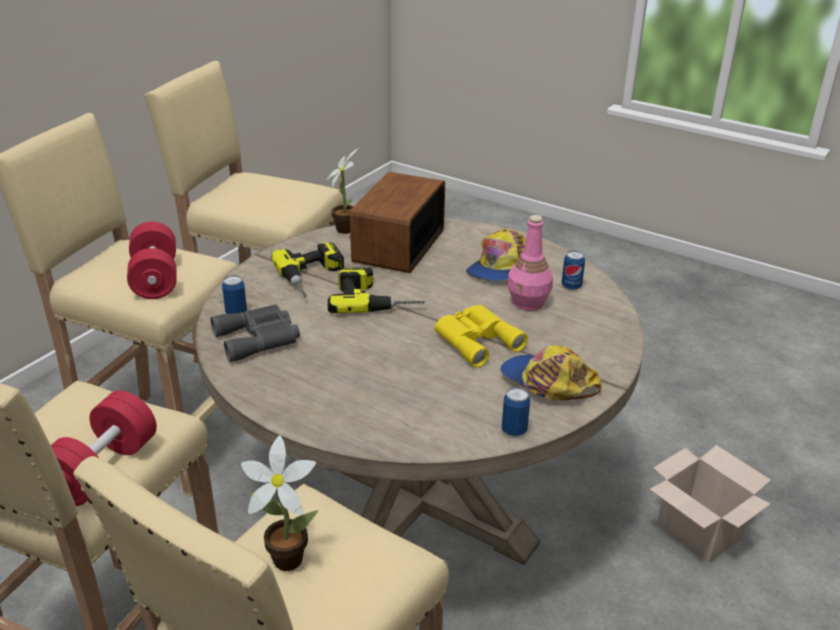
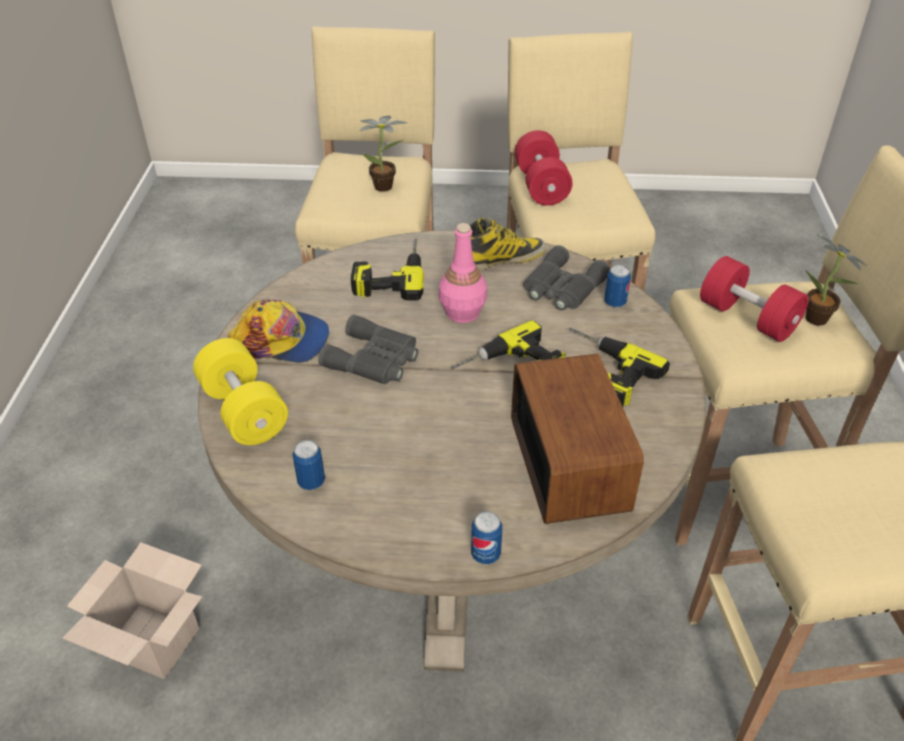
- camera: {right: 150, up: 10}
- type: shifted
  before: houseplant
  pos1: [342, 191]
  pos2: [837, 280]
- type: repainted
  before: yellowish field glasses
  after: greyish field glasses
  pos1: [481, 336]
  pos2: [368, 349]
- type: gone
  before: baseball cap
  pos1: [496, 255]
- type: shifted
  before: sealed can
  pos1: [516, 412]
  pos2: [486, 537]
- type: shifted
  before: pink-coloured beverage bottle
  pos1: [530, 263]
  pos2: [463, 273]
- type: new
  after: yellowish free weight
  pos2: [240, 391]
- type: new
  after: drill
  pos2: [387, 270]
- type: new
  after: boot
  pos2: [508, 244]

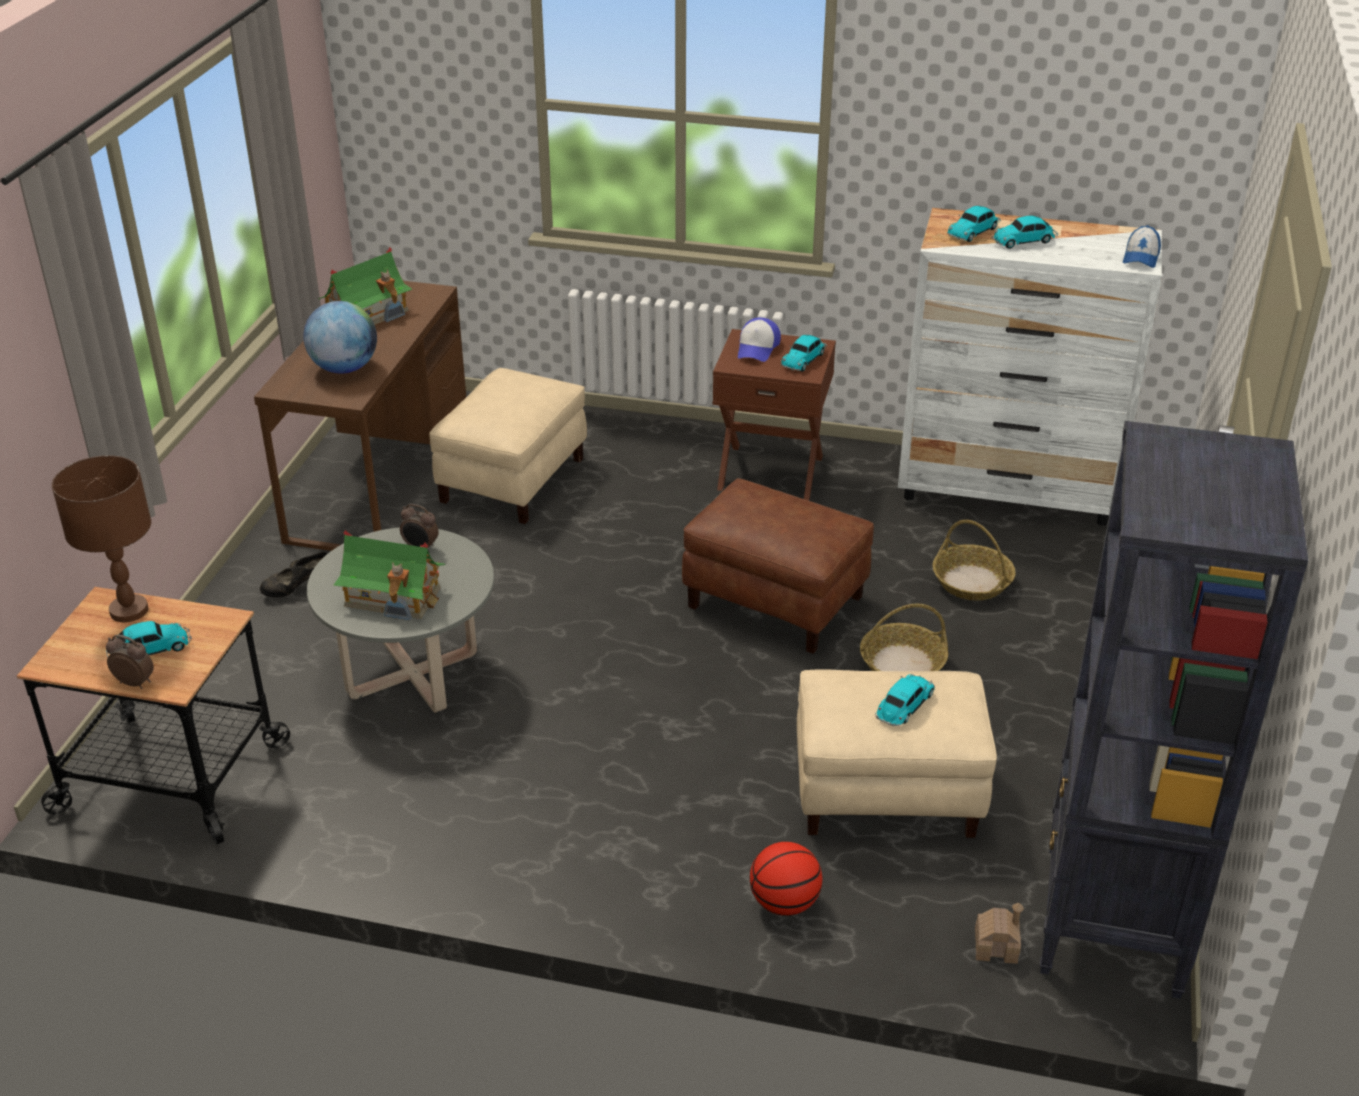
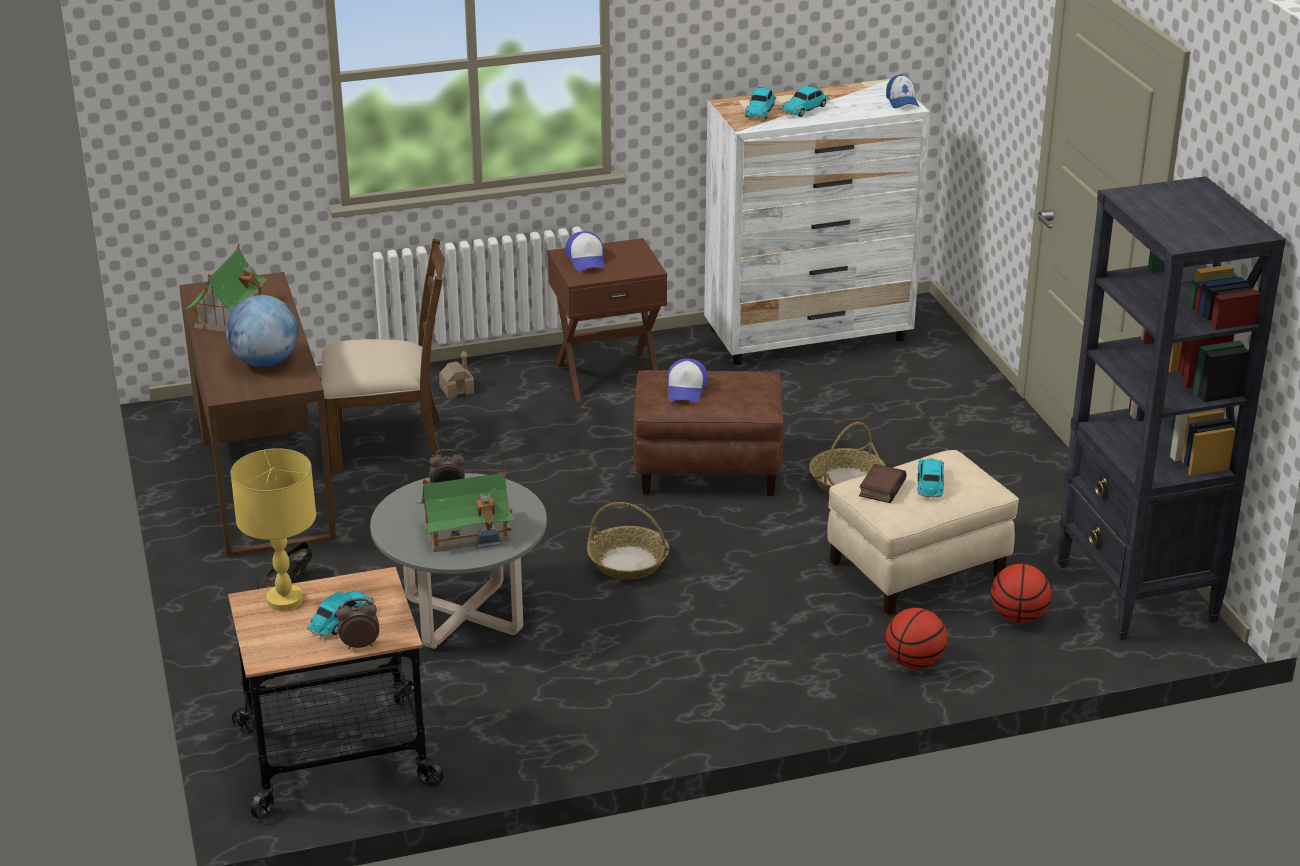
- camera: {right: -30, up: -5}
- type: repainted
  before: brown-coloured lamp for a table
  after: yellowish lamp for a table
  pos1: [101, 538]
  pos2: [273, 529]
- type: swapped
  before: beige-coloured pouffe
  after: brown-coloured chair
  pos1: [508, 446]
  pos2: [382, 356]
- type: gone
  before: miniature car
  pos1: [804, 353]
- type: shifted
  before: basket
  pos1: [974, 560]
  pos2: [628, 541]
- type: shifted
  before: miniature house
  pos1: [999, 933]
  pos2: [456, 375]
- type: new
  after: baseball cap
  pos2: [687, 380]
- type: new
  after: bound book
  pos2: [882, 483]
- type: new
  after: basketball
  pos2: [1021, 593]

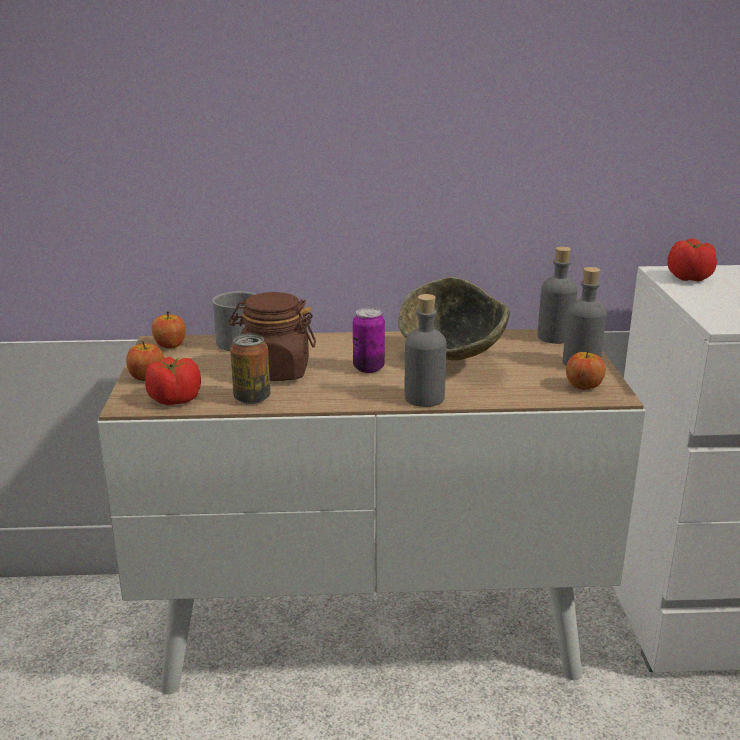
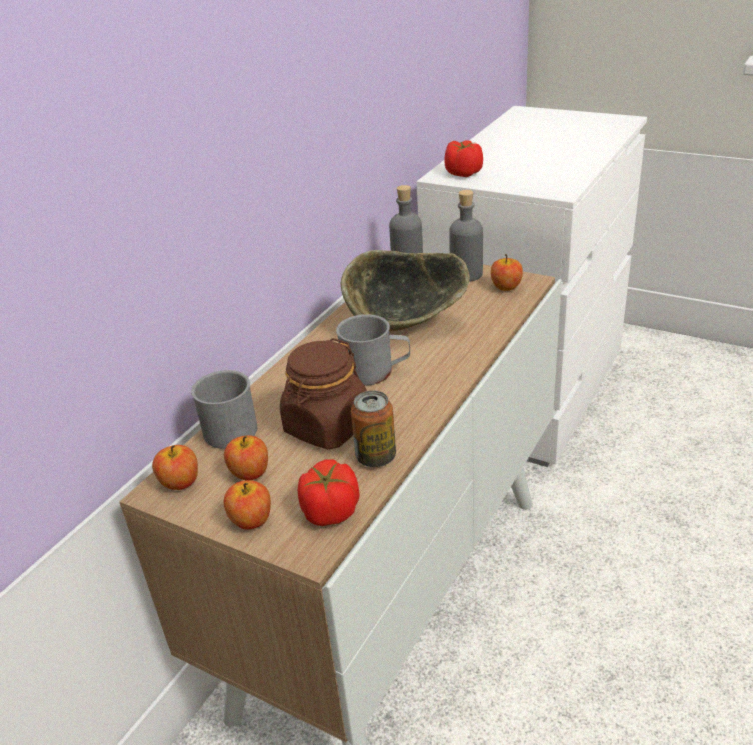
- camera: {right: -55, up: 10}
- type: swapped
  before: sealed can
  after: greyish tea mug
  pos1: [369, 340]
  pos2: [373, 350]
- type: gone
  before: greyish beverage bottle
  pos1: [425, 350]
- type: new
  after: whole apple
  pos2: [246, 457]

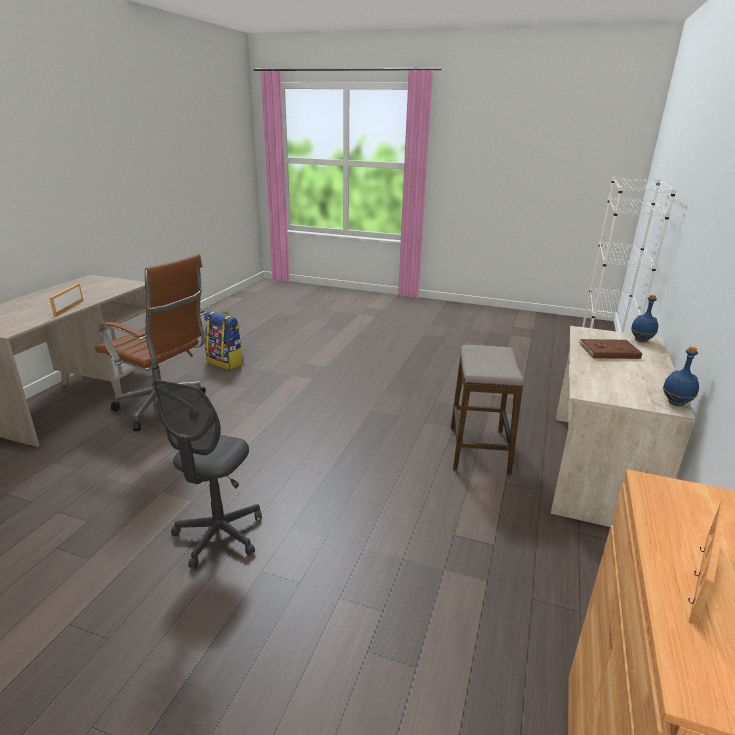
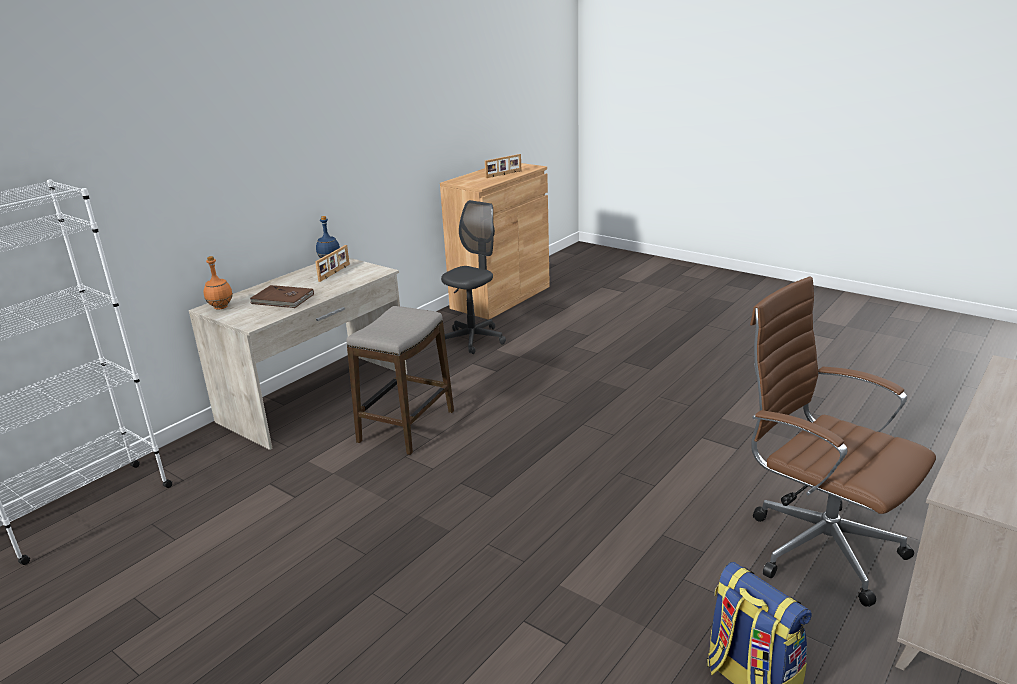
- camera: {right: -160, up: 0}
- type: shifted
  before: photo frame
  pos1: [66, 300]
  pos2: [332, 263]
- type: shifted
  before: greyish desk chair
  pos1: [207, 474]
  pos2: [473, 277]
- type: repainted
  before: bluish beverage bottle
  after: orangey beverage bottle
  pos1: [644, 318]
  pos2: [218, 283]

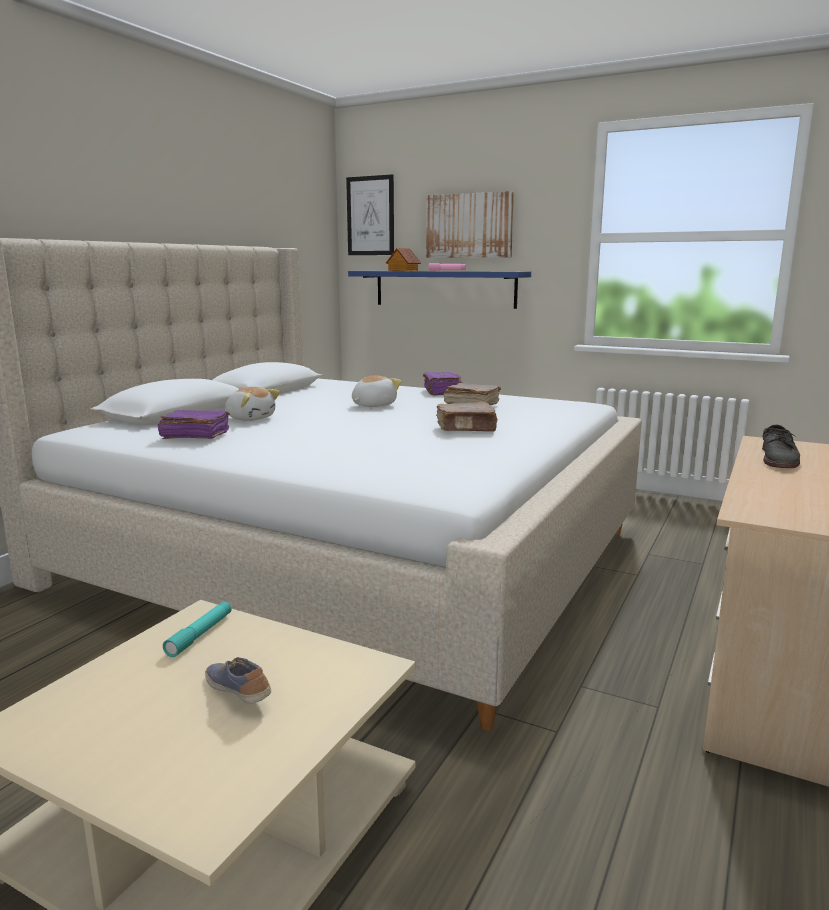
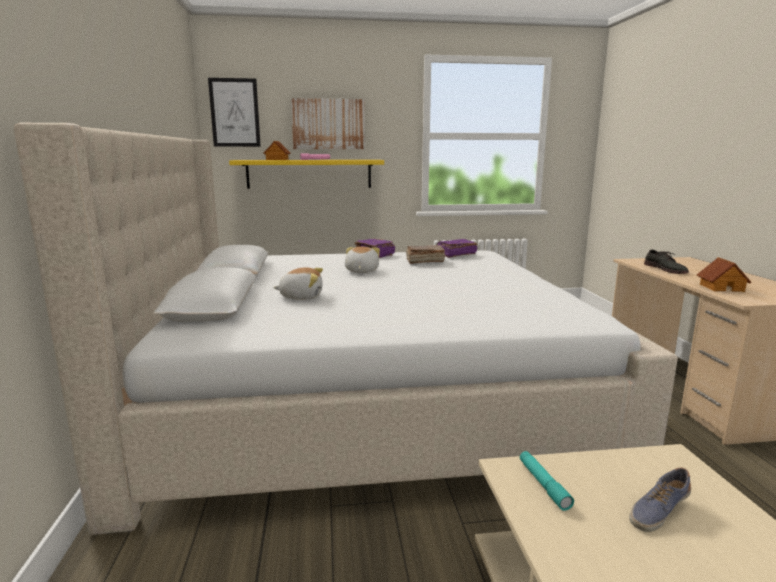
- camera: {right: -35, up: 0}
- type: shifted
  before: purple bound book
  pos1: [194, 424]
  pos2: [457, 248]
- type: rotated
  before: item of footwear
  pos1: [238, 680]
  pos2: [660, 500]
  turn: -45
- type: repainted
  before: bluish wall shelf
  after: yellowish wall shelf
  pos1: [439, 290]
  pos2: [306, 174]
- type: gone
  before: brown-coloured bound book
  pos1: [467, 417]
- type: new
  after: miniature house
  pos2: [724, 274]

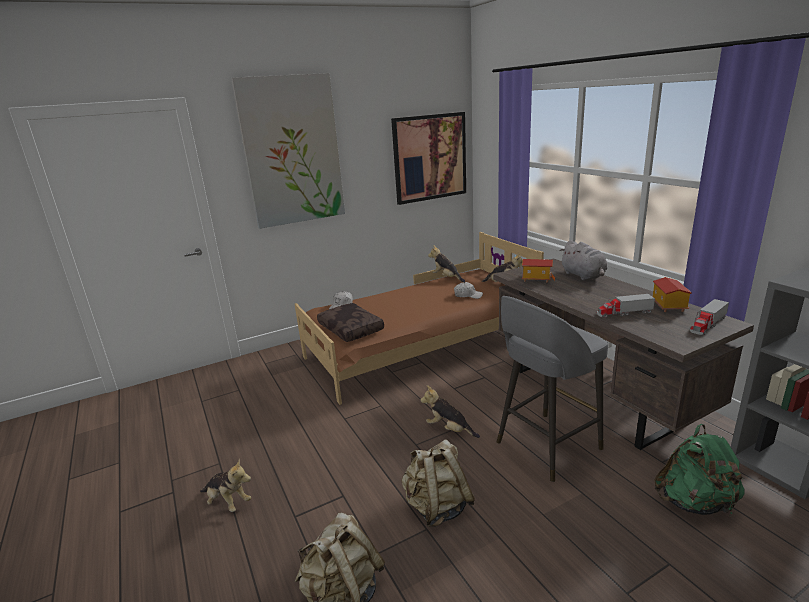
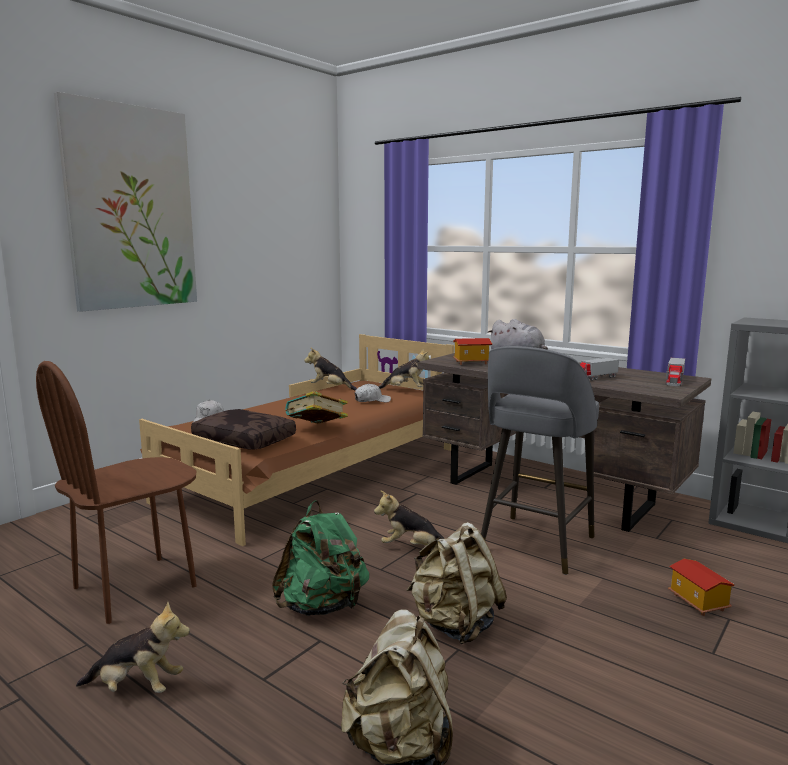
- camera: {right: -25, up: -10}
- type: gone
  before: picture
  pos1: [428, 158]
- type: shifted
  before: miniature house
  pos1: [672, 294]
  pos2: [701, 587]
- type: shifted
  before: greenish backpack
  pos1: [699, 470]
  pos2: [320, 558]
- type: new
  after: brown-coloured chair
  pos2: [116, 492]
- type: new
  after: bound book
  pos2: [316, 407]

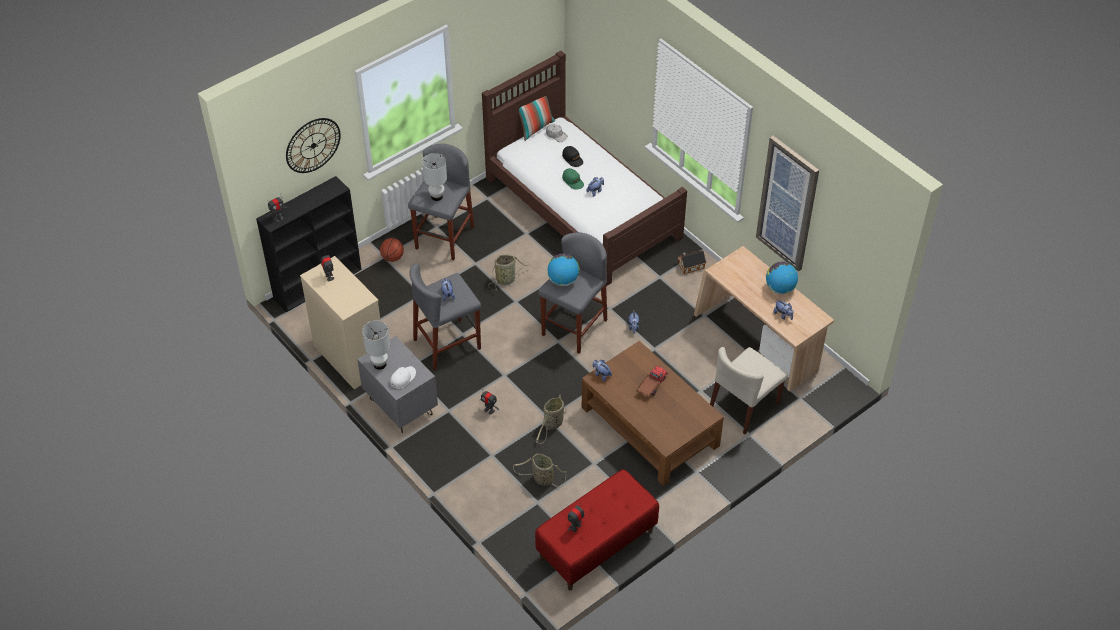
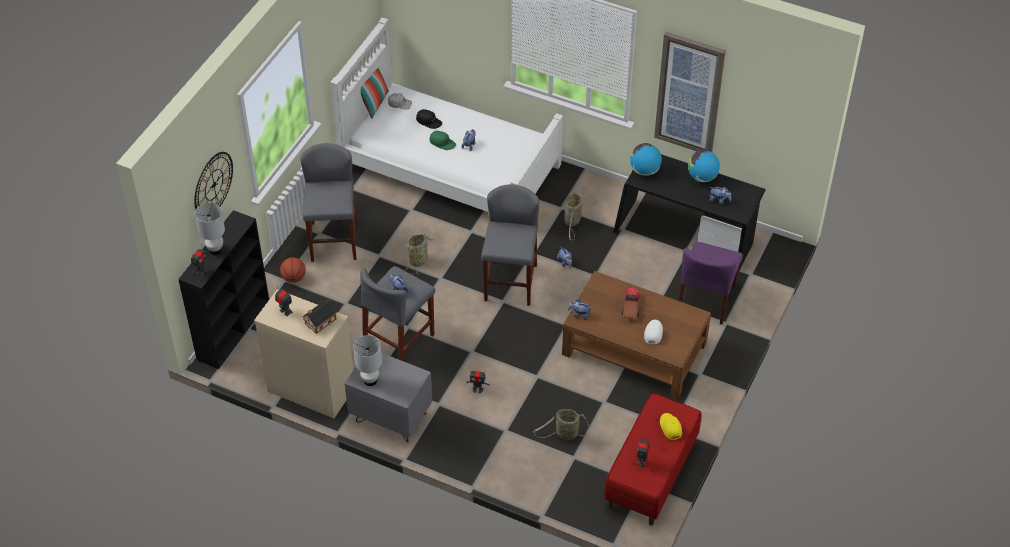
- camera: {right: -25, up: 0}
- type: shifted
  before: white baseball cap
  pos1: [403, 377]
  pos2: [653, 332]
- type: shifted
  before: white lamp for a table
  pos1: [434, 177]
  pos2: [210, 229]
- type: repainted
  before: brown-coloured bedroom bed
  after: white bedroom bed
  pos1: [584, 168]
  pos2: [446, 115]
- type: shifted
  before: basket
  pos1: [551, 419]
  pos2: [573, 215]
- type: shifted
  before: world globe
  pos1: [563, 269]
  pos2: [646, 159]
- type: shifted
  before: miniature house
  pos1: [692, 262]
  pos2: [319, 317]
- type: repainted
  before: beige-coloured desk table
  after: blackish desk table
  pos1: [764, 319]
  pos2: [689, 213]
- type: repainted
  before: beige-coloured chair
  after: purple chair
  pos1: [749, 390]
  pos2: [711, 282]
- type: new
  after: yellowish baseball cap
  pos2: [671, 426]

